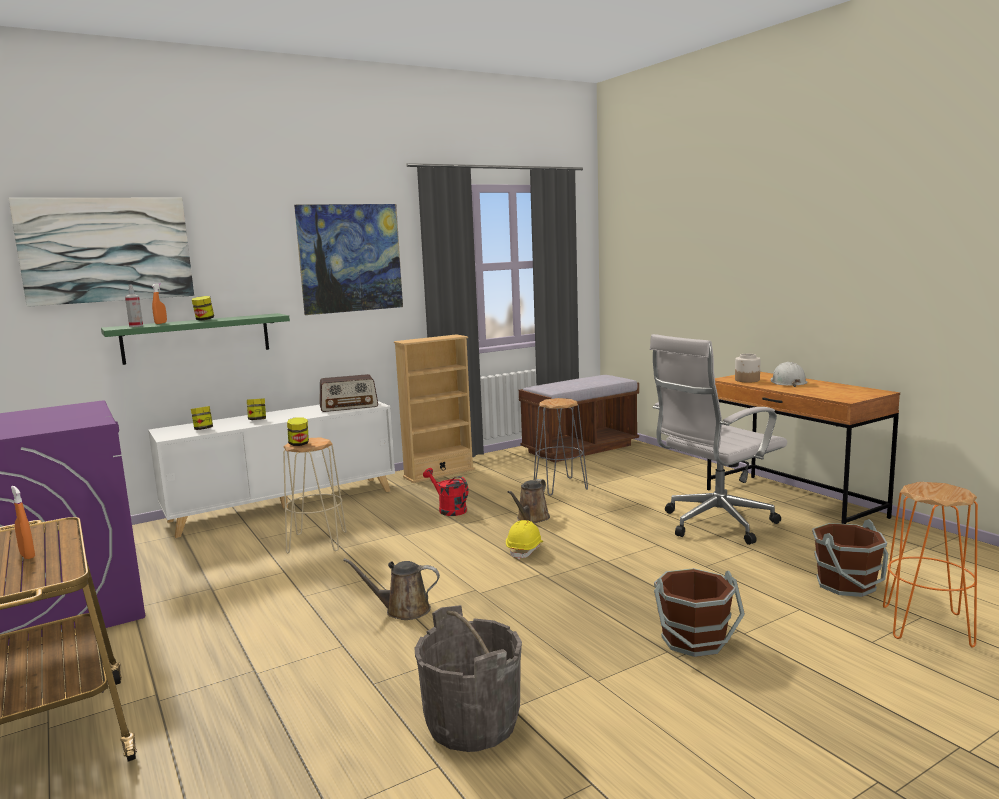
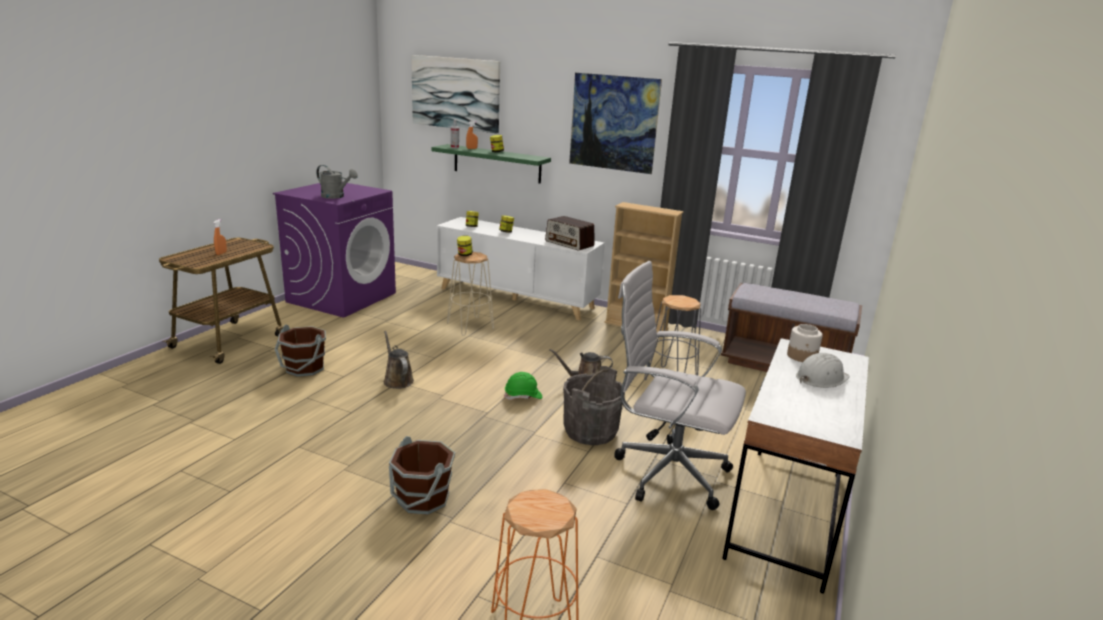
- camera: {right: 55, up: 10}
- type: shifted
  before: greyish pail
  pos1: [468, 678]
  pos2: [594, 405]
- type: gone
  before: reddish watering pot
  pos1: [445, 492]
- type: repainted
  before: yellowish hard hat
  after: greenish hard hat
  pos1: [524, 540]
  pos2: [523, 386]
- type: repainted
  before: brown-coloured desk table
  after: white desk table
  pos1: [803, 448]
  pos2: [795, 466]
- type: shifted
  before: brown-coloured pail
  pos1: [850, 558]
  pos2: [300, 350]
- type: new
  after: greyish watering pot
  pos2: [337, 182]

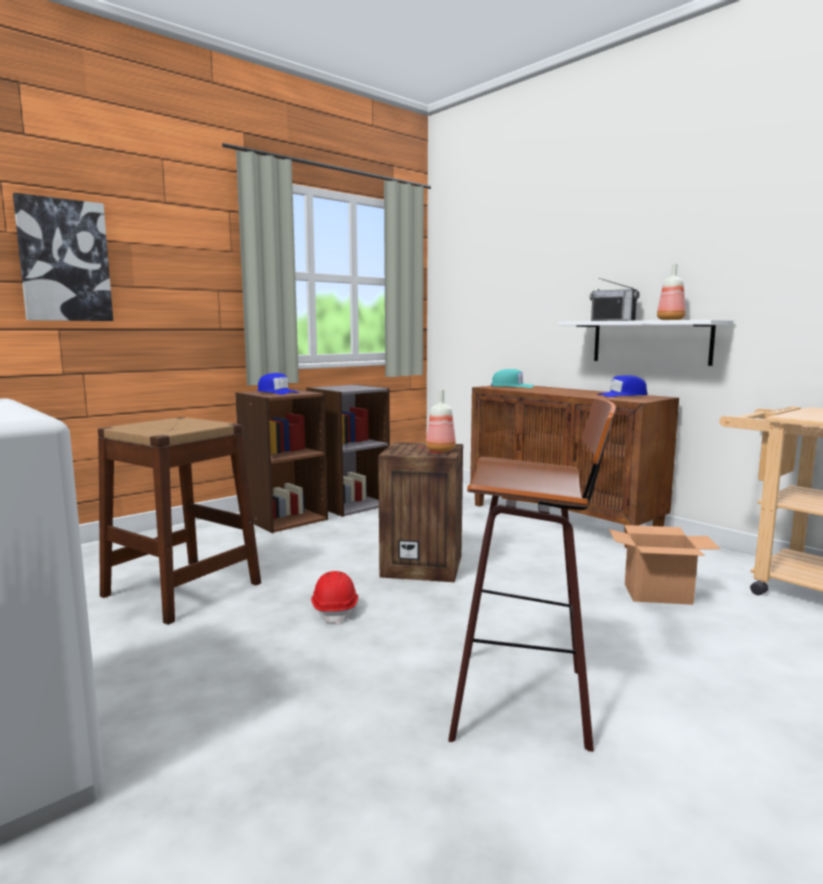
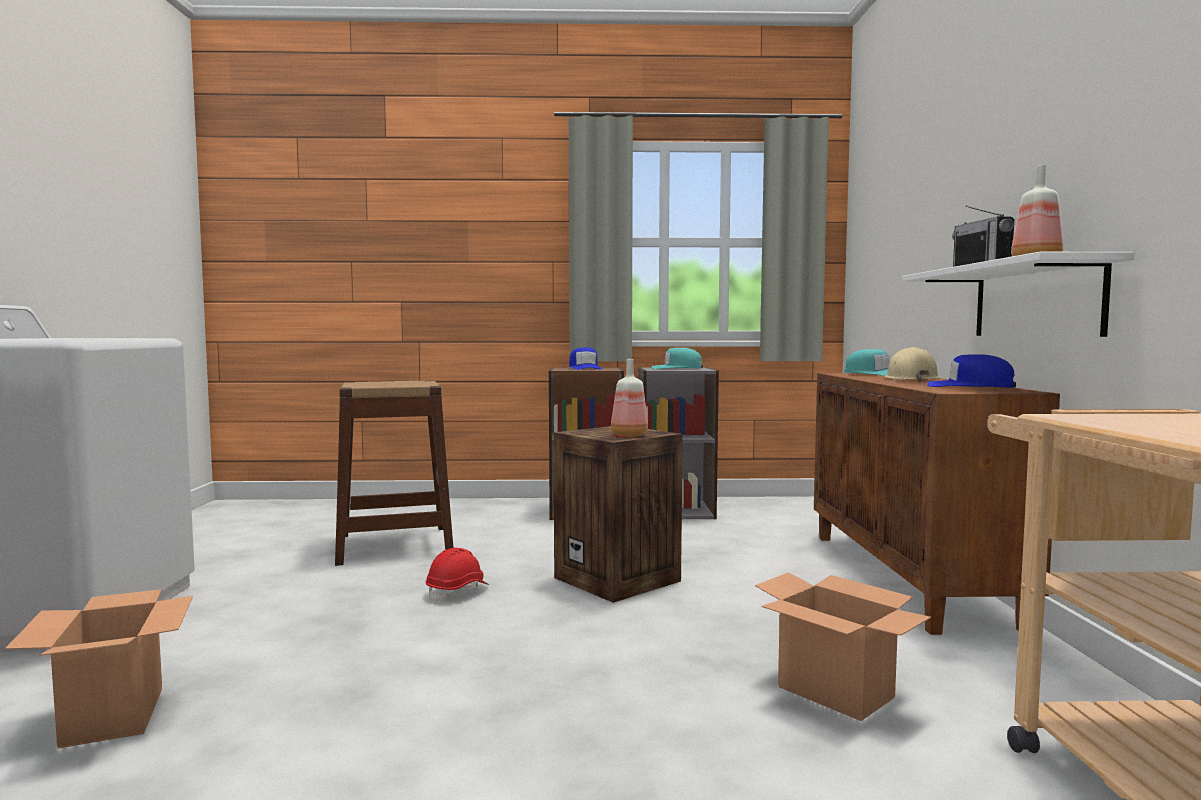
- camera: {right: 40, up: -5}
- type: gone
  before: picture
  pos1: [63, 257]
- type: gone
  before: stool
  pos1: [532, 575]
- type: new
  after: cardboard box
  pos2: [99, 668]
- type: new
  after: turquoise baseball cap
  pos2: [677, 358]
- type: new
  after: beige-coloured hard hat
  pos2: [912, 364]

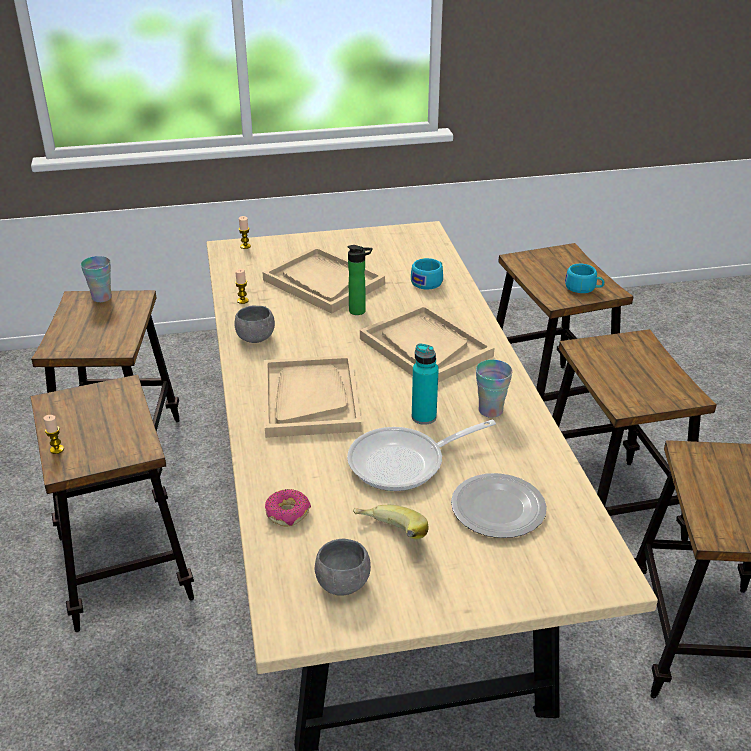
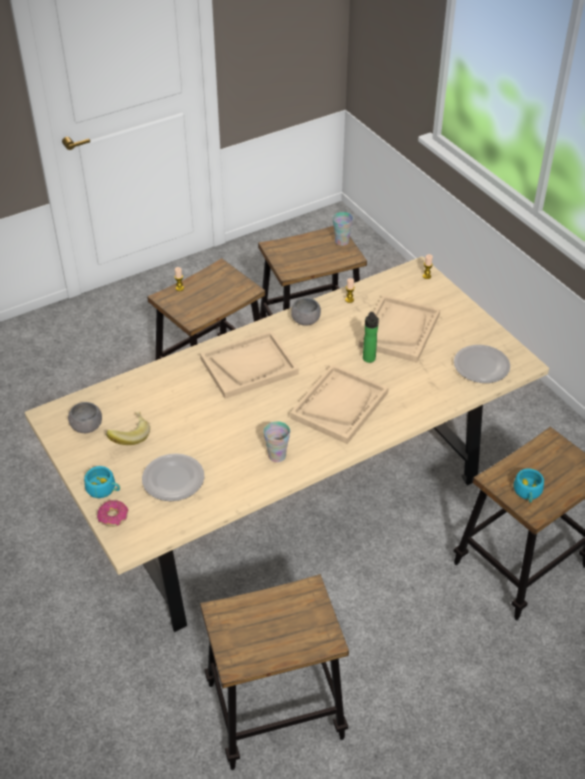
- camera: {right: 70, up: 10}
- type: shifted
  before: donut
  pos1: [288, 508]
  pos2: [112, 513]
- type: gone
  before: frying pan
  pos1: [421, 455]
- type: shifted
  before: turquoise small cup
  pos1: [427, 273]
  pos2: [102, 482]
- type: gone
  before: turquoise beverage bottle
  pos1: [425, 384]
- type: gone
  before: stool
  pos1: [634, 435]
- type: new
  after: dinner plate
  pos2: [482, 364]

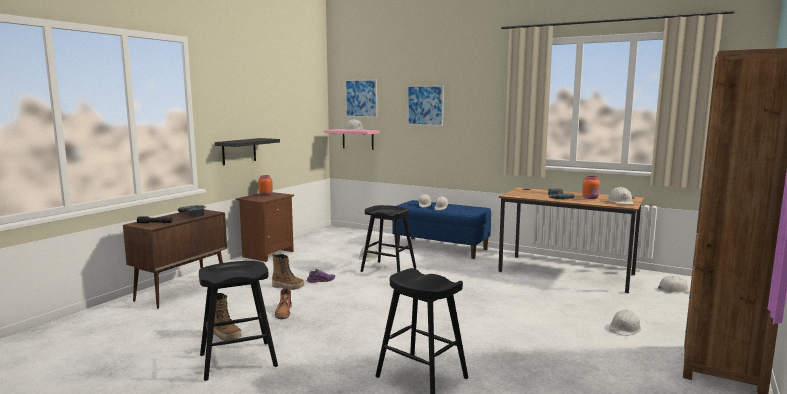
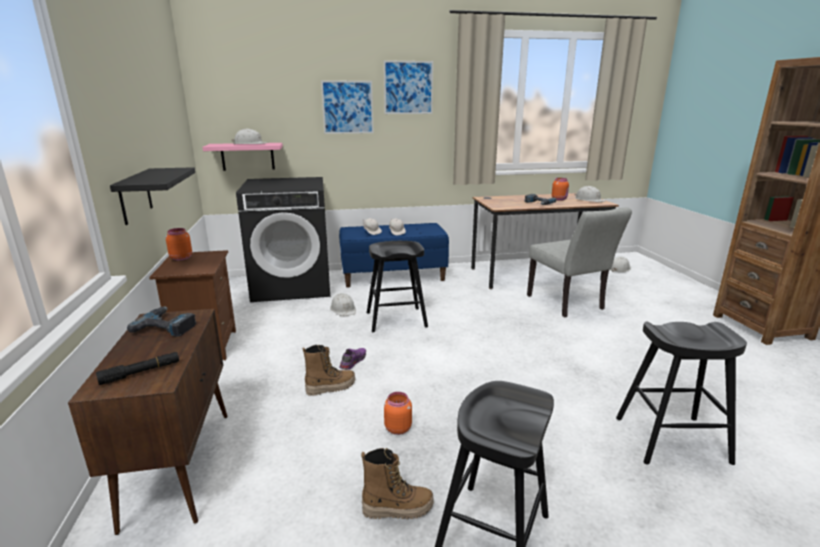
- camera: {right: -40, up: 10}
- type: swapped
  before: brown-coloured boot
  after: orangey jar
  pos1: [283, 303]
  pos2: [398, 413]
- type: shifted
  before: picture
  pos1: [361, 98]
  pos2: [408, 87]
- type: gone
  before: white hard hat
  pos1: [625, 322]
- type: new
  after: blackish laundry appliance
  pos2: [283, 239]
- type: new
  after: greyish chair
  pos2: [579, 262]

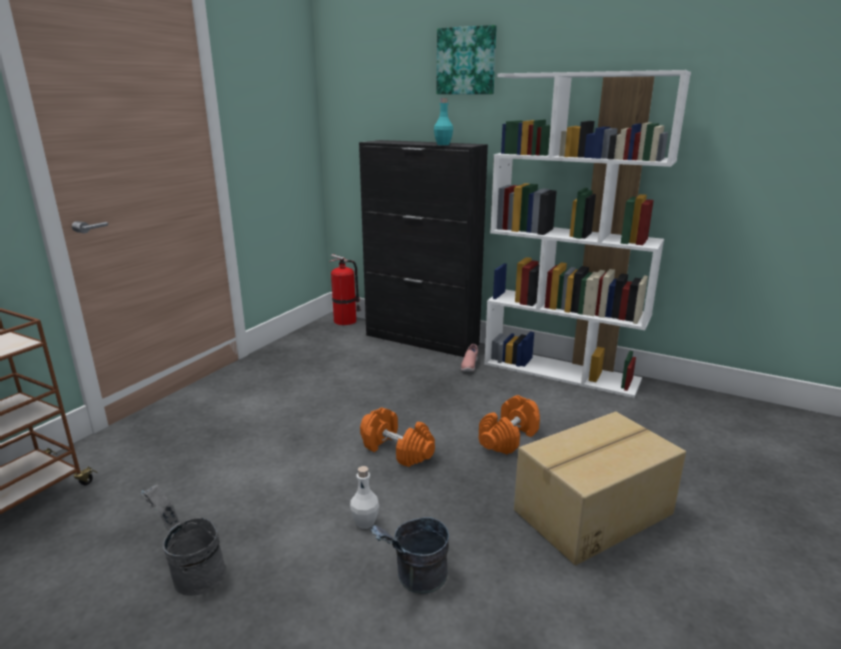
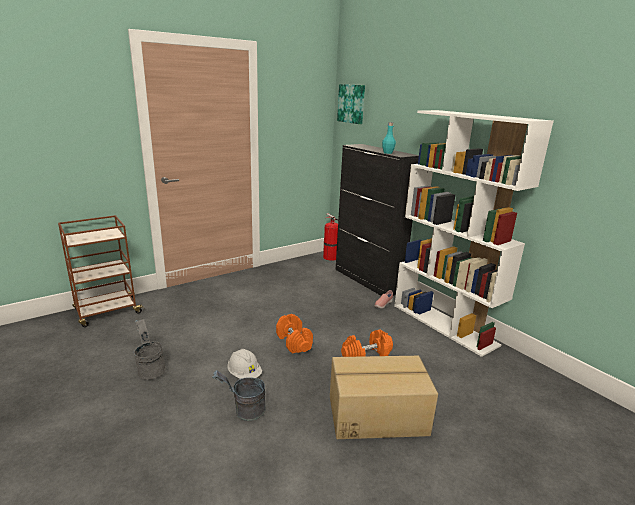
- camera: {right: 25, up: 0}
- type: swapped
  before: white beverage bottle
  after: white hard hat
  pos1: [364, 497]
  pos2: [244, 364]
- type: shifted
  before: picture
  pos1: [466, 59]
  pos2: [351, 104]

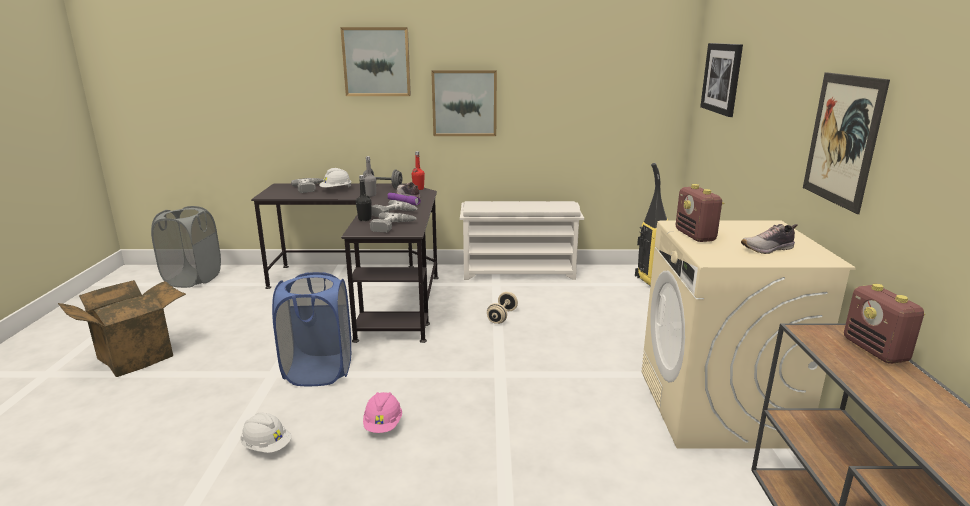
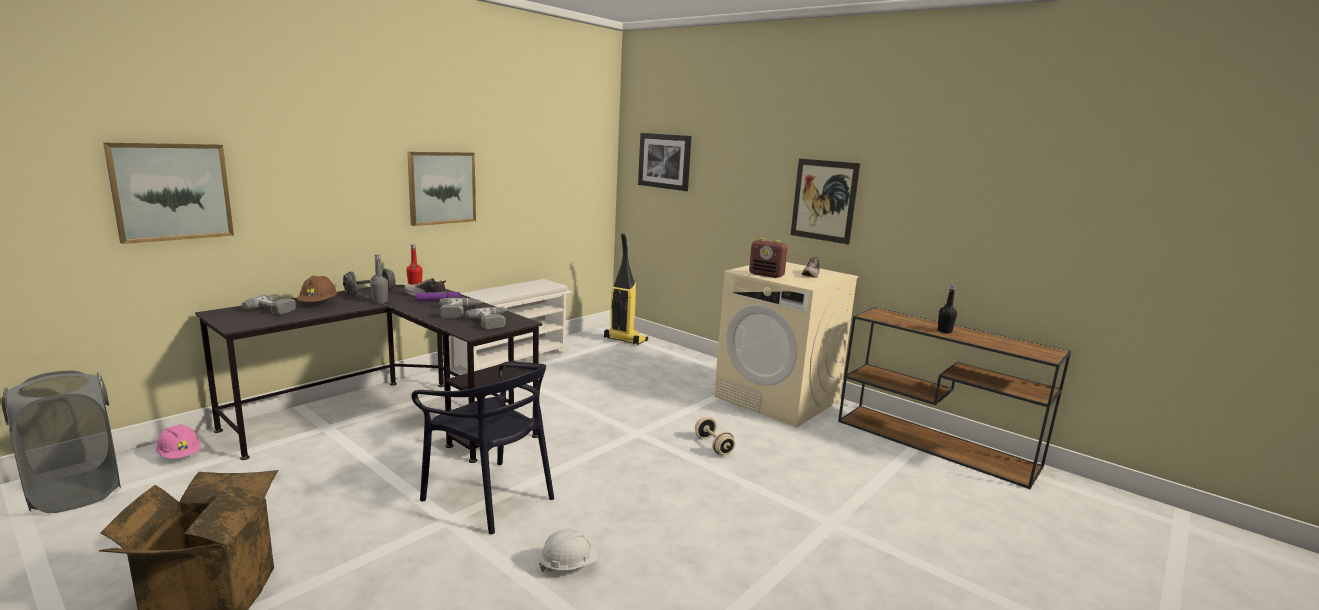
- camera: {right: -50, up: -5}
- type: swapped
  before: bluish laundry basket
  after: blackish chair
  pos1: [311, 329]
  pos2: [482, 448]
- type: repainted
  before: white hard hat
  after: brown-coloured hard hat
  pos1: [335, 177]
  pos2: [317, 289]
- type: shifted
  before: picture
  pos1: [375, 61]
  pos2: [168, 193]
- type: shifted
  before: blackish beverage bottle
  pos1: [364, 198]
  pos2: [947, 308]
- type: shifted
  before: pink-coloured hard hat
  pos1: [382, 412]
  pos2: [178, 441]
- type: shifted
  before: beige-coloured free weight
  pos1: [502, 308]
  pos2: [715, 436]
- type: gone
  before: radio
  pos1: [884, 324]

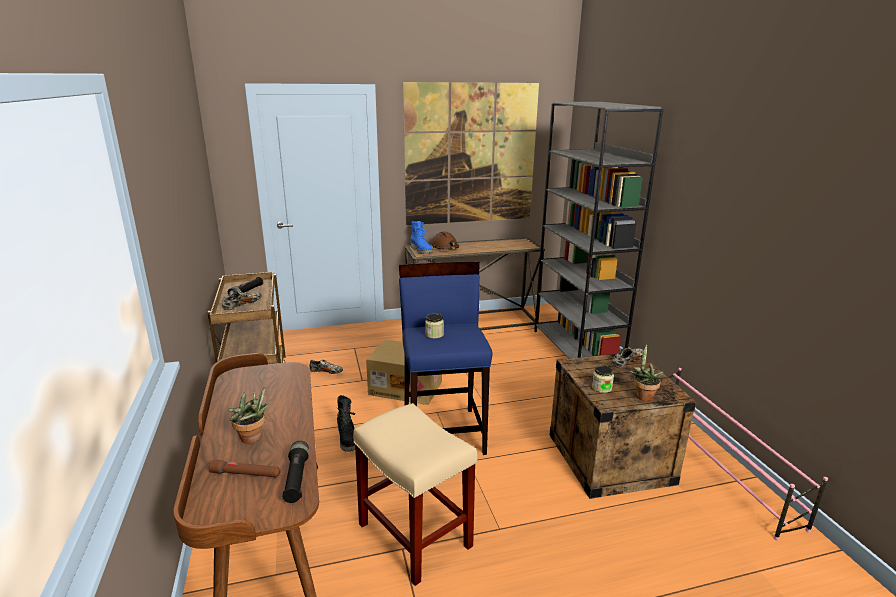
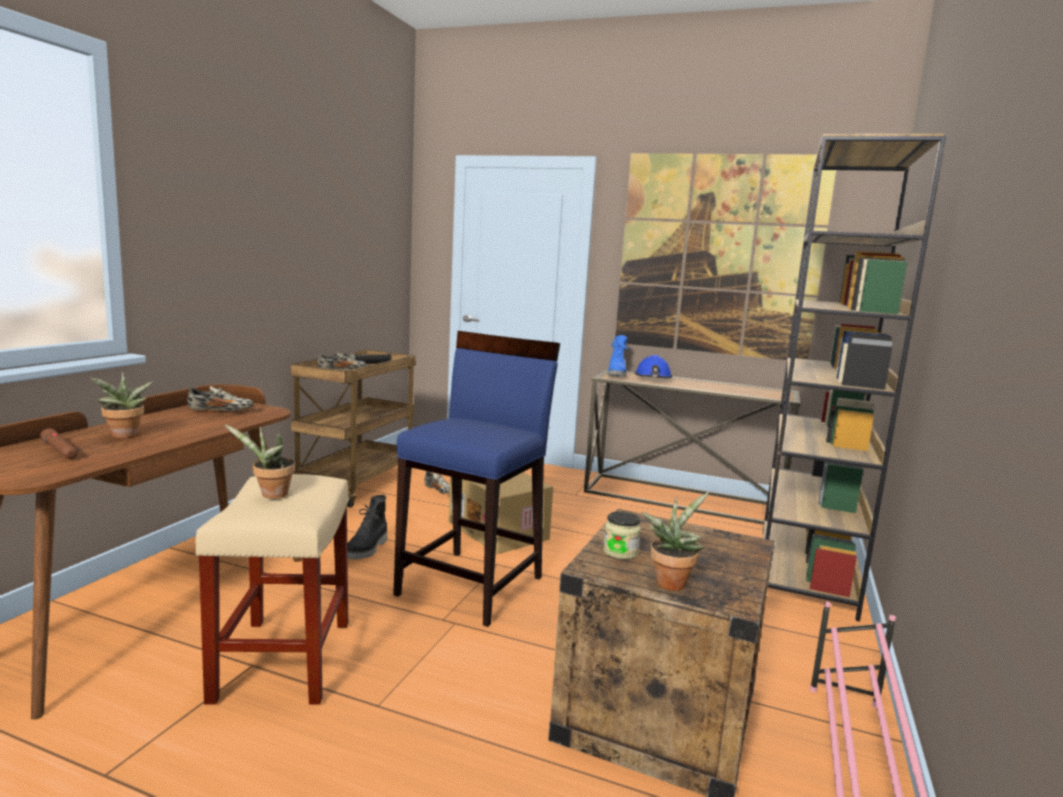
- camera: {right: 35, up: -10}
- type: gone
  before: blackish torch
  pos1: [295, 472]
- type: gone
  before: jar
  pos1: [434, 326]
- type: repainted
  before: brown-coloured hard hat
  after: bluish hard hat
  pos1: [445, 240]
  pos2: [653, 366]
- type: repainted
  before: greyish bookshelf
  after: brown-coloured bookshelf
  pos1: [599, 230]
  pos2: [854, 378]
- type: shifted
  before: item of footwear
  pos1: [628, 357]
  pos2: [220, 398]
- type: new
  after: houseplant
  pos2: [259, 461]

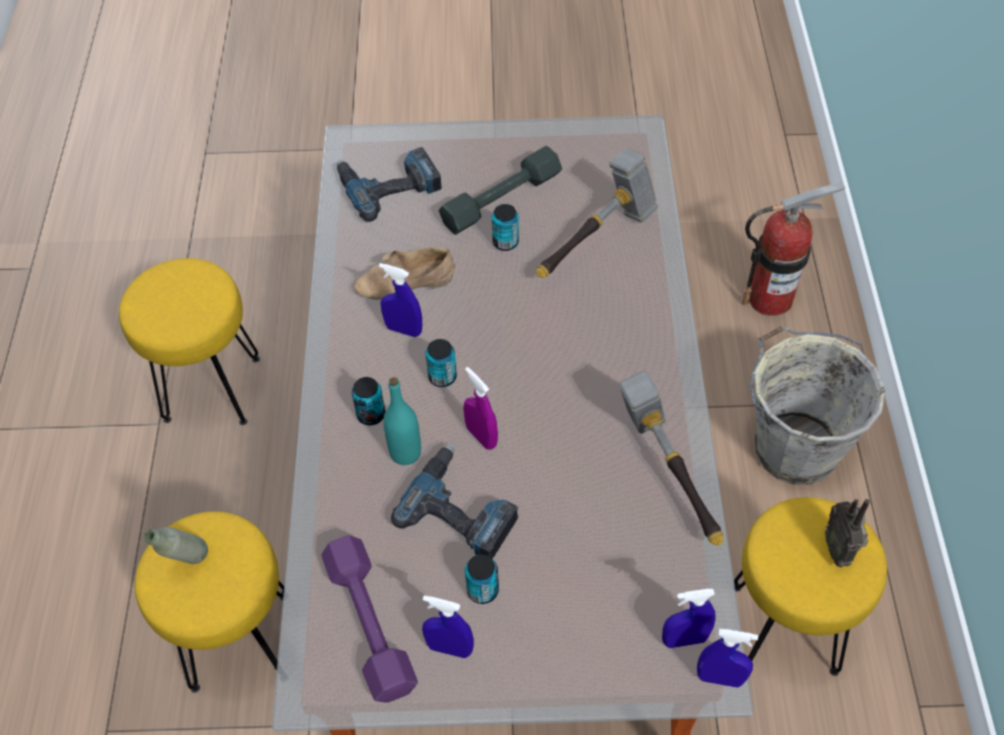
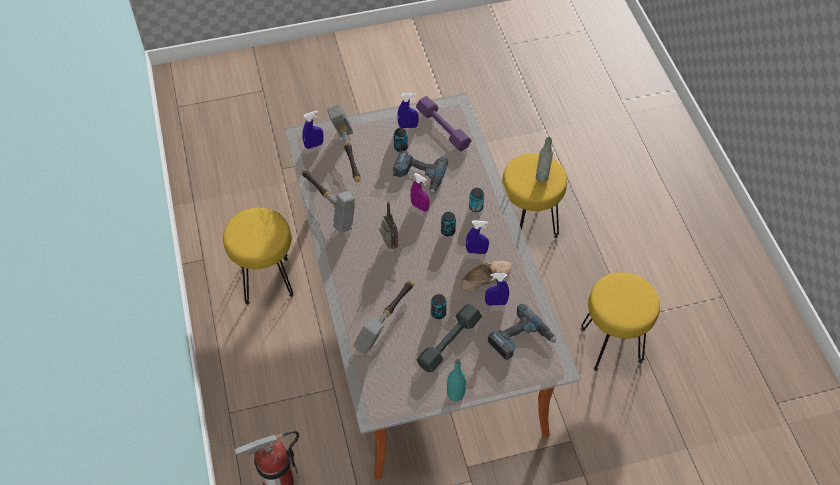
- camera: {right: 165, up: 0}
- type: shifted
  before: turquoise beverage bottle
  pos1: [402, 421]
  pos2: [456, 380]
- type: shifted
  before: bluish spray bottle
  pos1: [727, 658]
  pos2: [497, 289]
- type: gone
  before: greyish pail
  pos1: [817, 406]
- type: shifted
  before: radio
  pos1: [847, 533]
  pos2: [388, 225]
- type: new
  after: tool hammer
  pos2: [344, 143]

